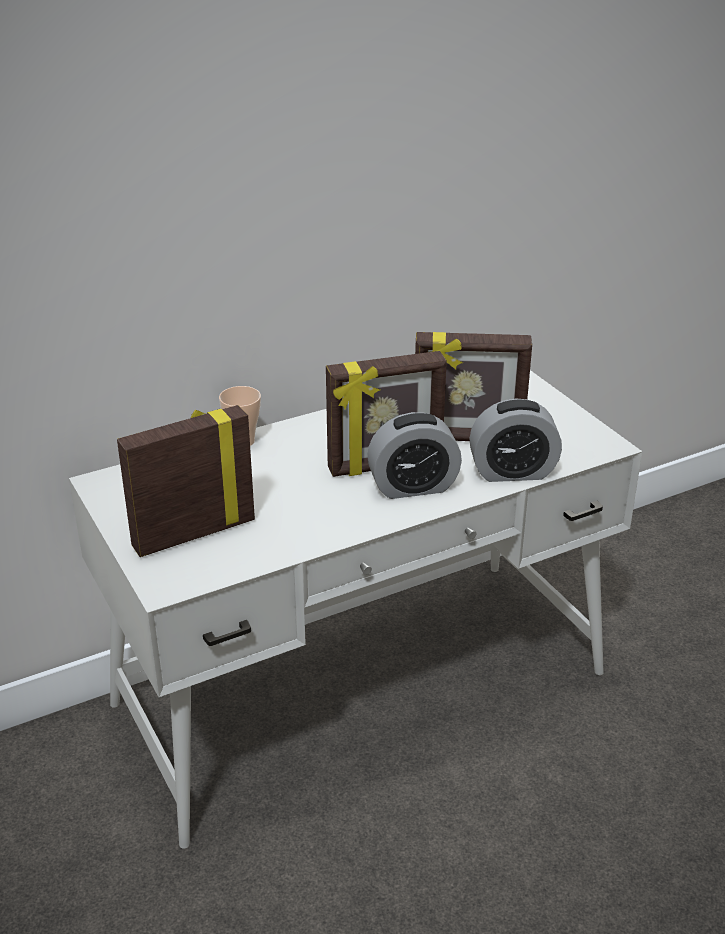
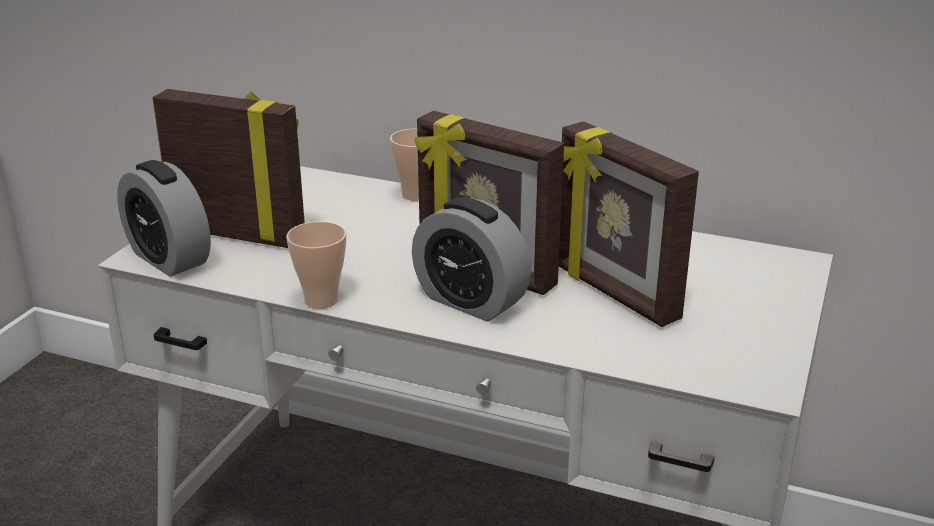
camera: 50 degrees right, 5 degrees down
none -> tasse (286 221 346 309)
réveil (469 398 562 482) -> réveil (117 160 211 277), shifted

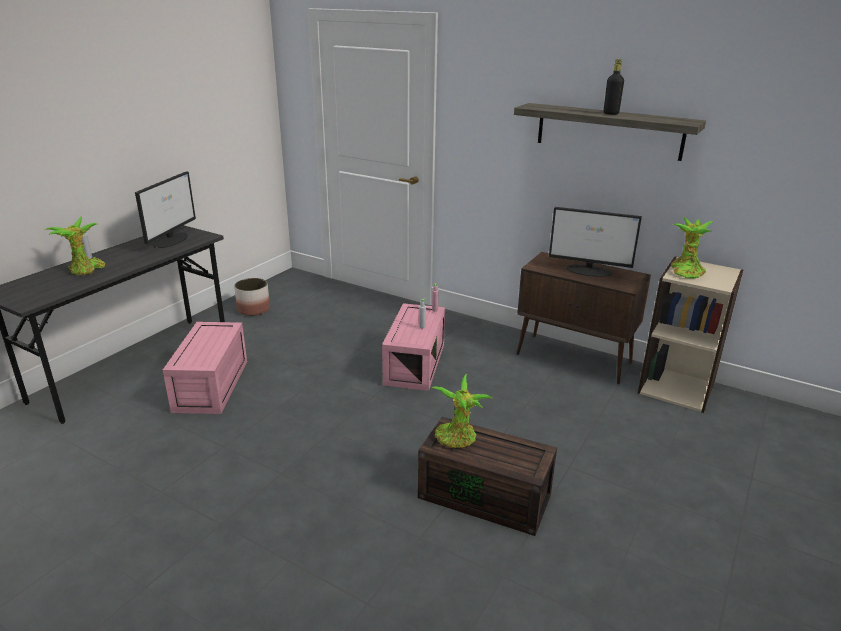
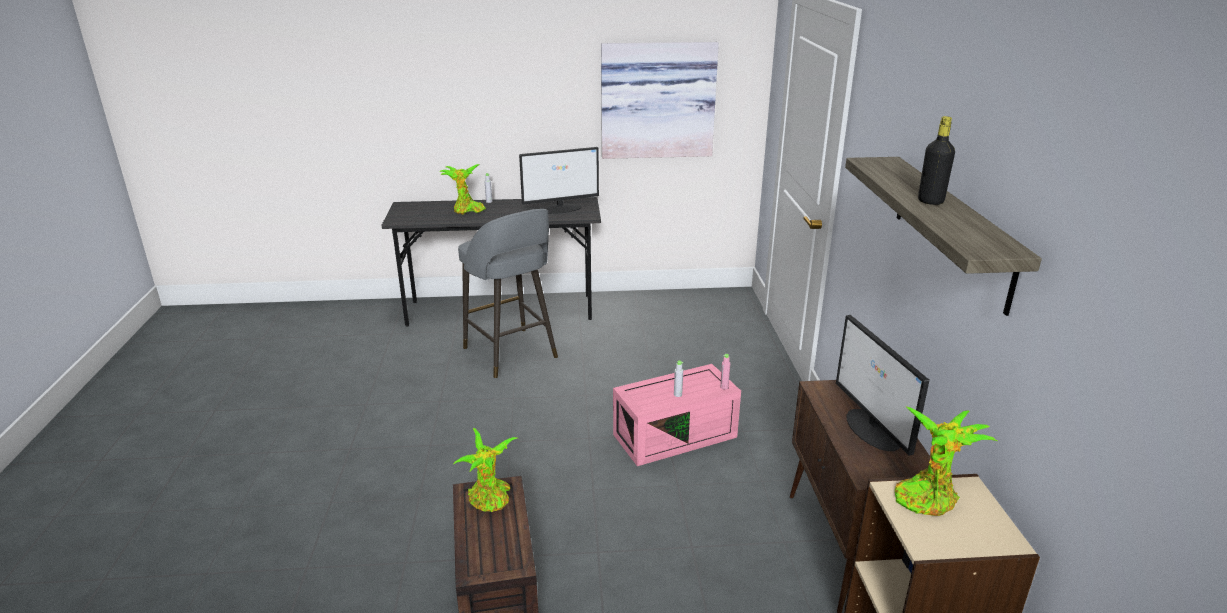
camera: 55 degrees right, 0 degrees up
cache-pot (234 278 270 316) -> none
none -> tableau (601 42 719 159)
boîte de rangement [rose] (163 322 247 414) -> tabouret [gris] (458 209 558 378)

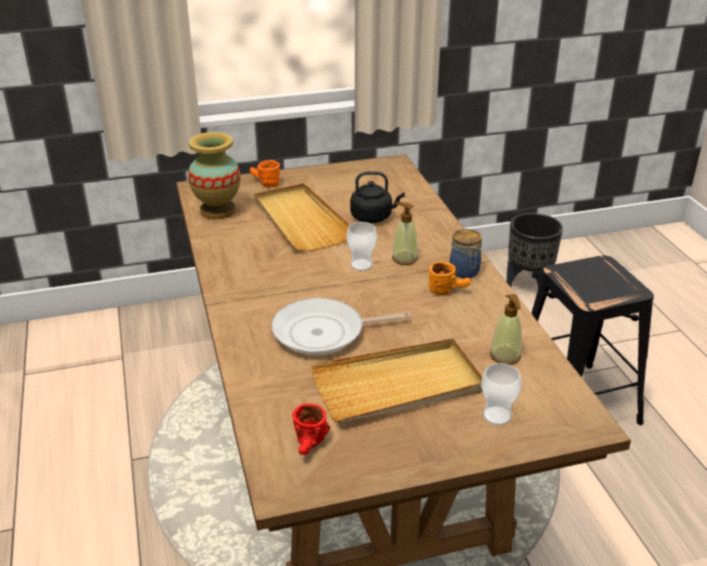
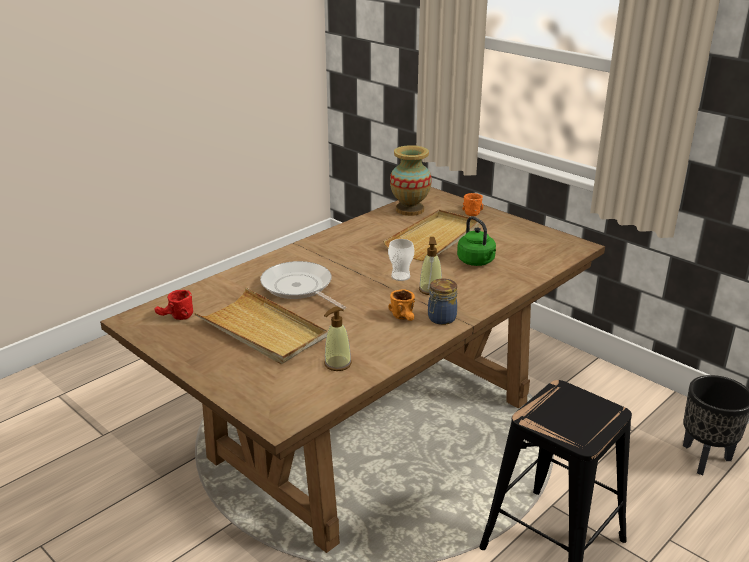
camera: 60 degrees right, 5 degrees down
tasse (481 363 521 425) -> none
bouilloire [noir] (350 171 405 223) -> bouilloire [vert] (457 216 496 266)

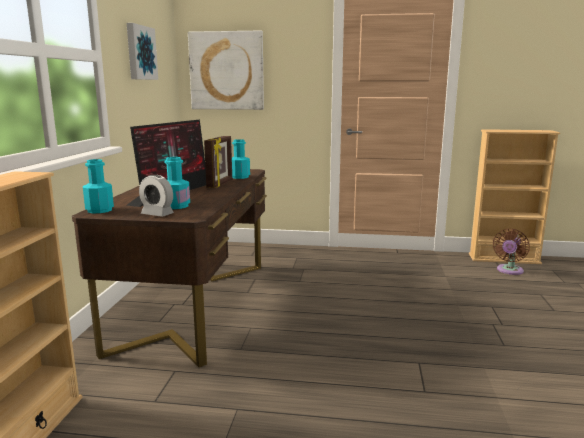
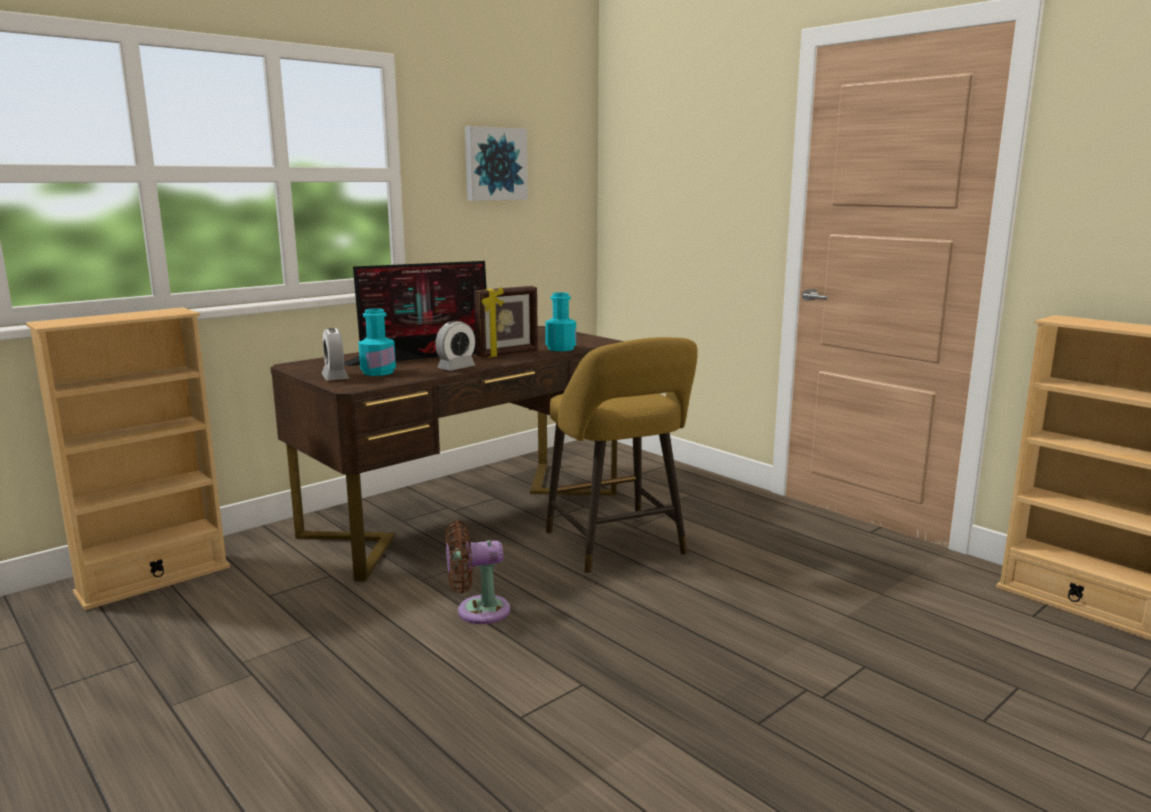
camera: 40 degrees right, 0 degrees up
bouteille [turquoise] (83 159 114 213) -> none
tableau (188 31 264 110) -> none
none -> réveil (435 321 475 371)
none -> tabouret [jaune] (546 337 698 574)
ventilateur [marron] (493 229 530 275) -> ventilateur [marron] (446 521 510 624), shifted

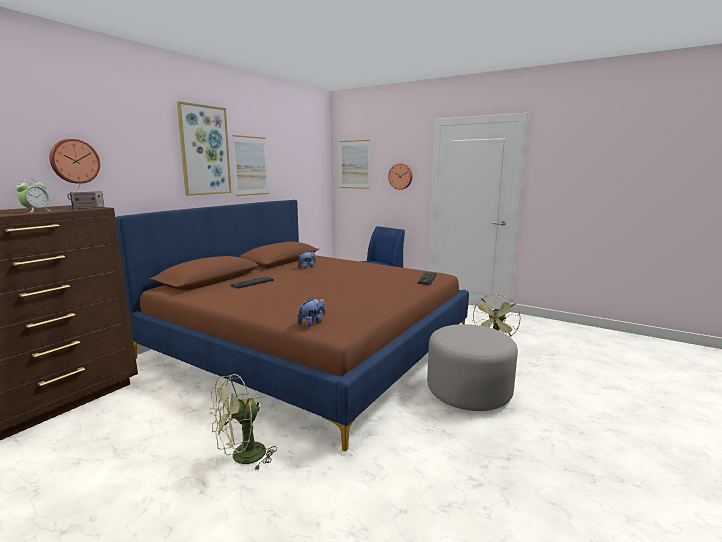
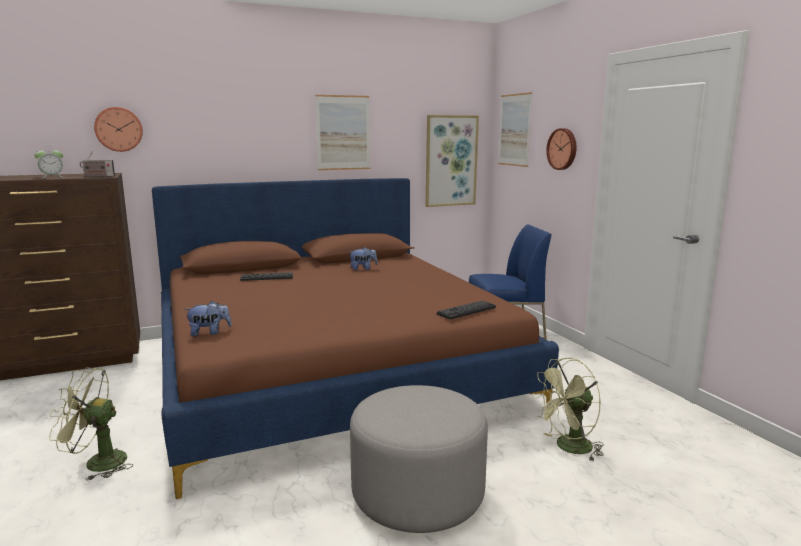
camera: 35 degrees right, 0 degrees up
tableau (177 101 232 196) -> tableau (426 115 479 207), shifted

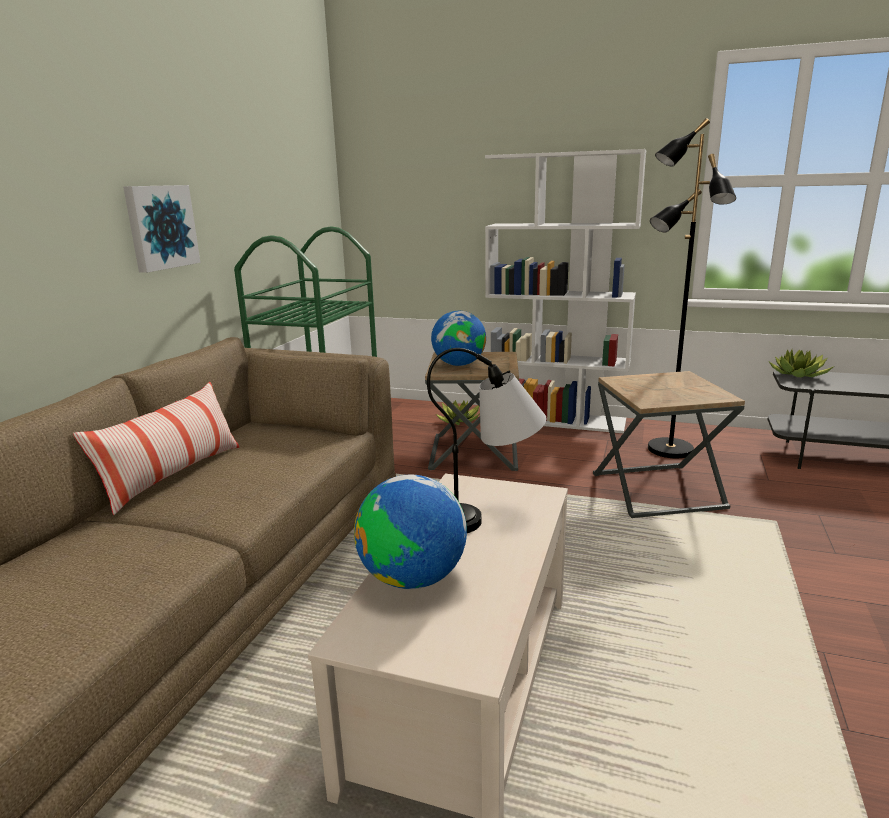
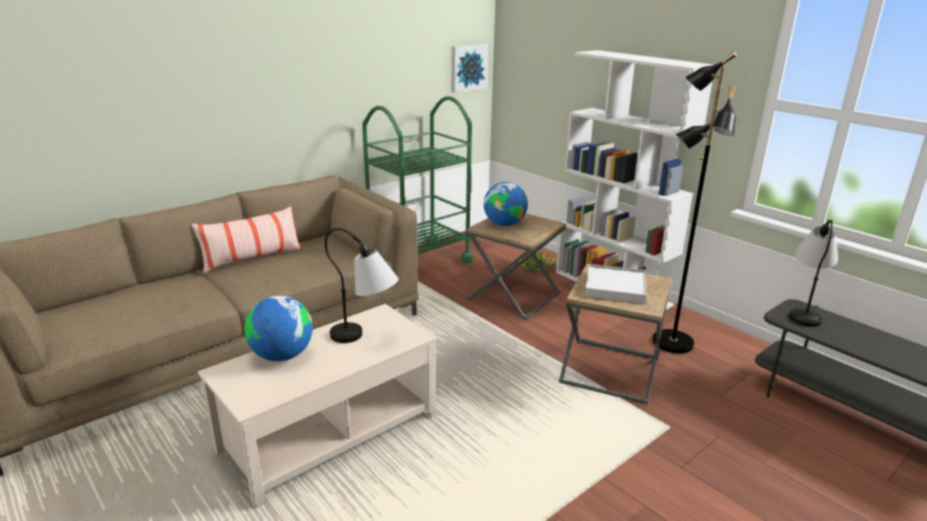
camera: 30 degrees right, 5 degrees up
none -> plateau [blanc] (585 264 646 303)
tableau (123 185 200 273) -> tableau (451 44 488 93), shifted
plante en pot (769 349 833 377) -> lampe de table (789 220 838 327)

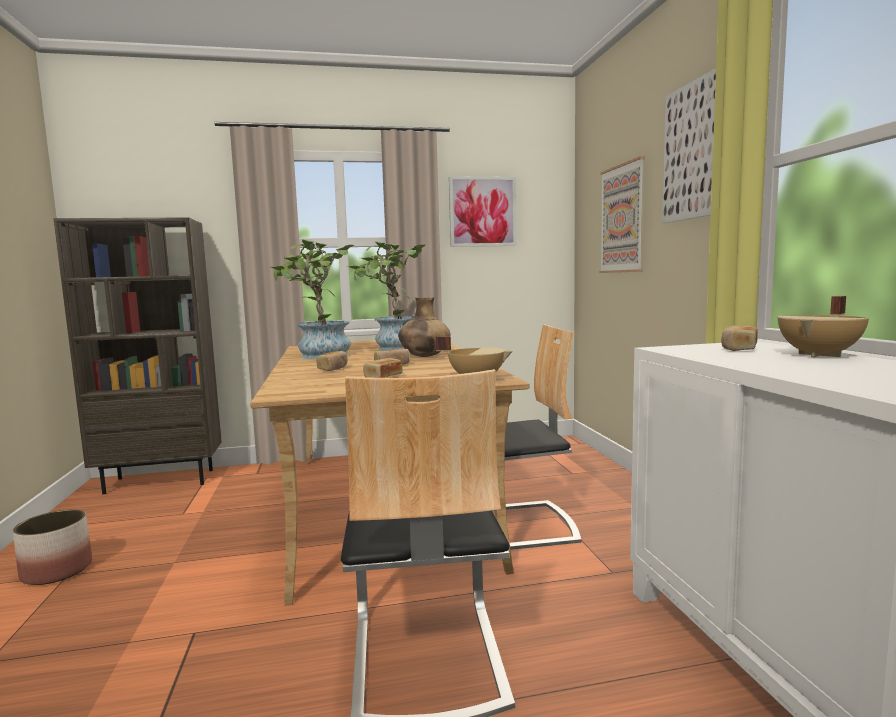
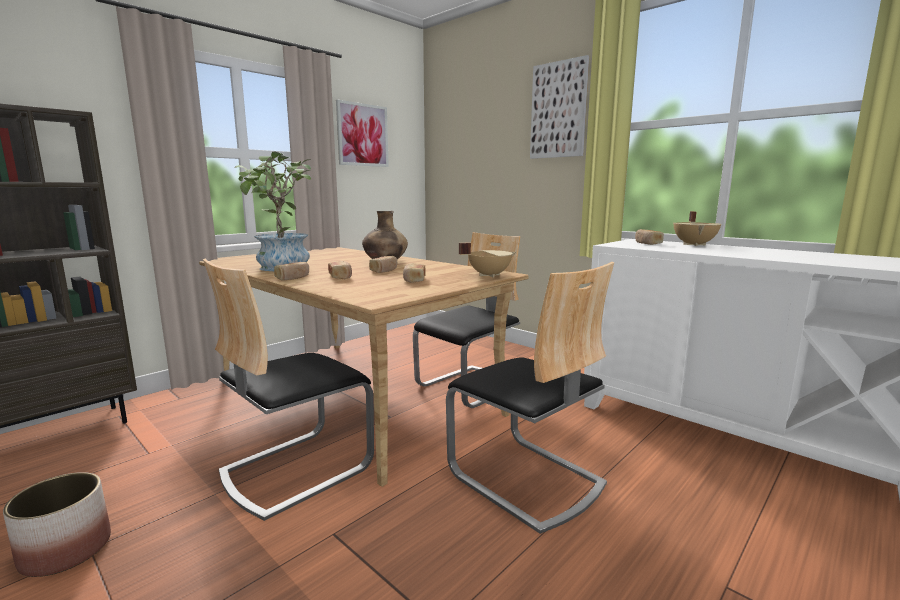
camera: 35 degrees left, 5 degrees up
plante en pot (346 241 425 351) -> none
tableau (599 156 645 273) -> none
none -> chaise (203 258 374 521)
none -> pain (274 262 309 281)

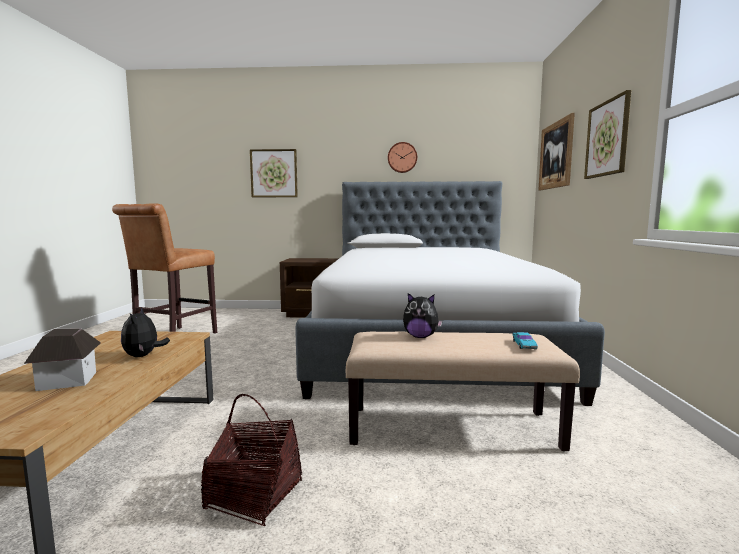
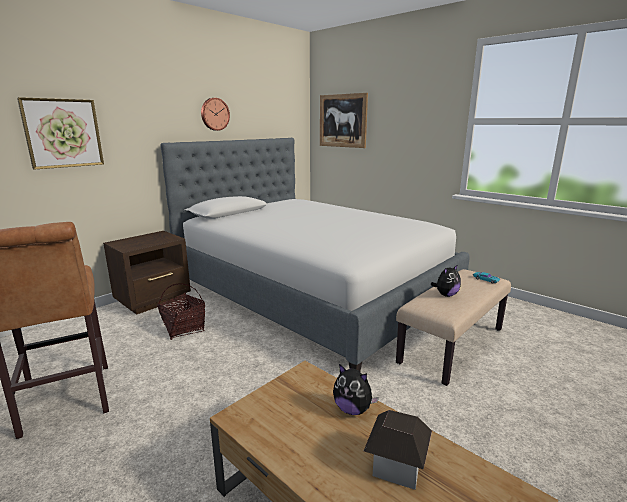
camera: 50 degrees left, 10 degrees up
tableau (584 90 631 179) -> none
panier (201 394 302 526) -> panier (157 283 205 340), shifted

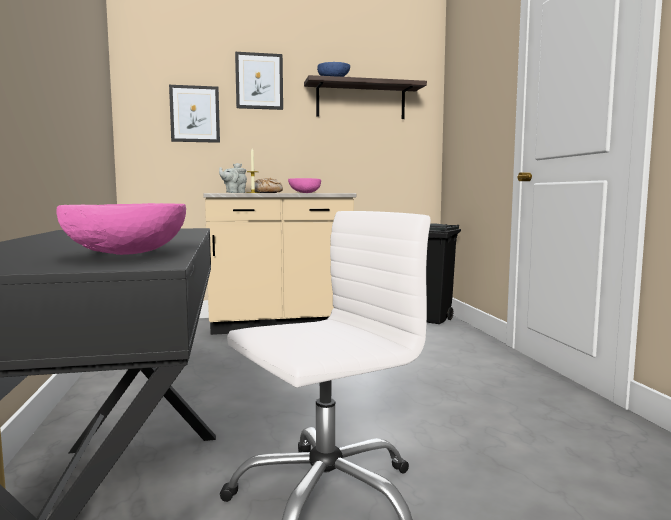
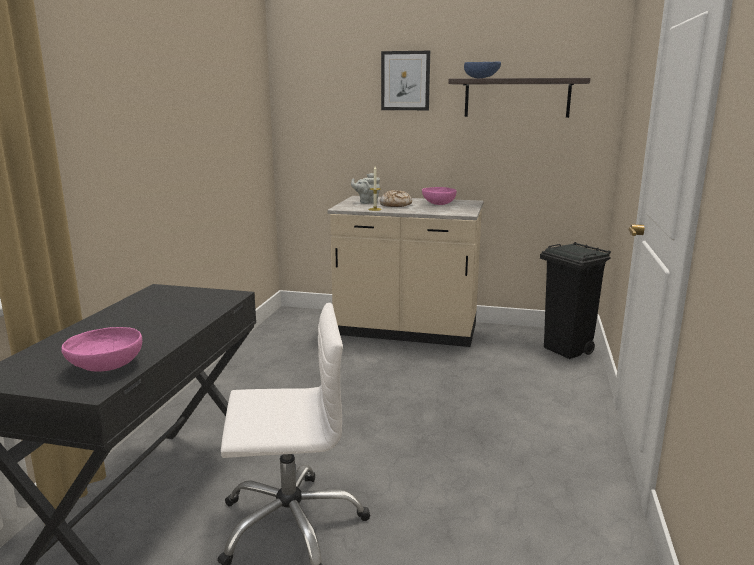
camera: 25 degrees right, 10 degrees up
tableau (169 85 220 143) -> none

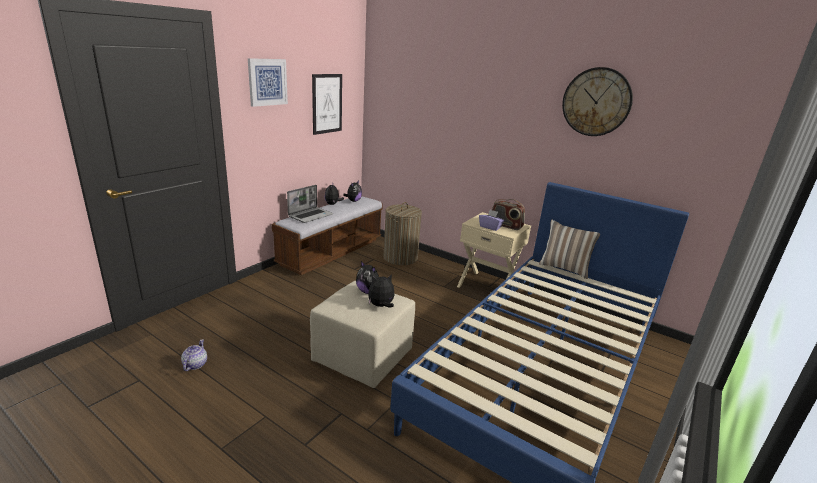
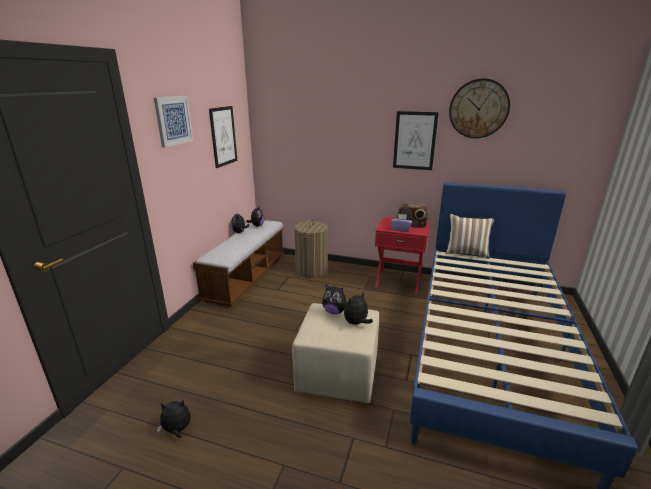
camera: 15 degrees left, 0 degrees up
ordinateur portable (287 185 333 223) -> none
none -> tableau (393 111 439 170)
théière (181 339 207 371) -> peluche (156 399 191 438)
table de chevet [beige] (457 212 531 288) -> table de chevet [rouge] (375 217 430 294)

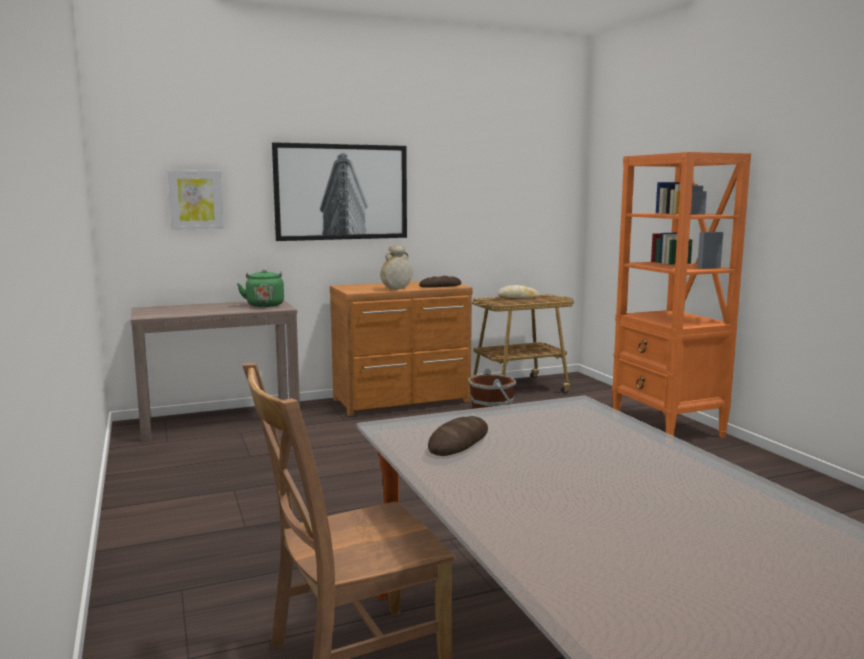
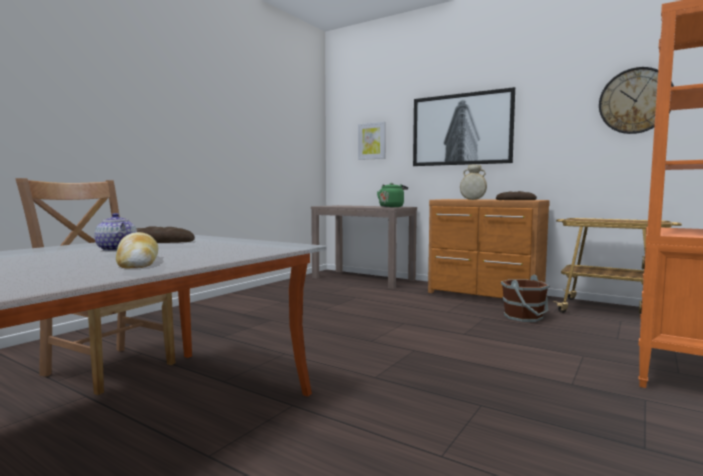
camera: 55 degrees right, 5 degrees down
none -> théière (94 213 137 251)
none -> horloge murale (599 67 674 134)
pain (498 285 539 299) -> pain (116 232 158 268), shifted

